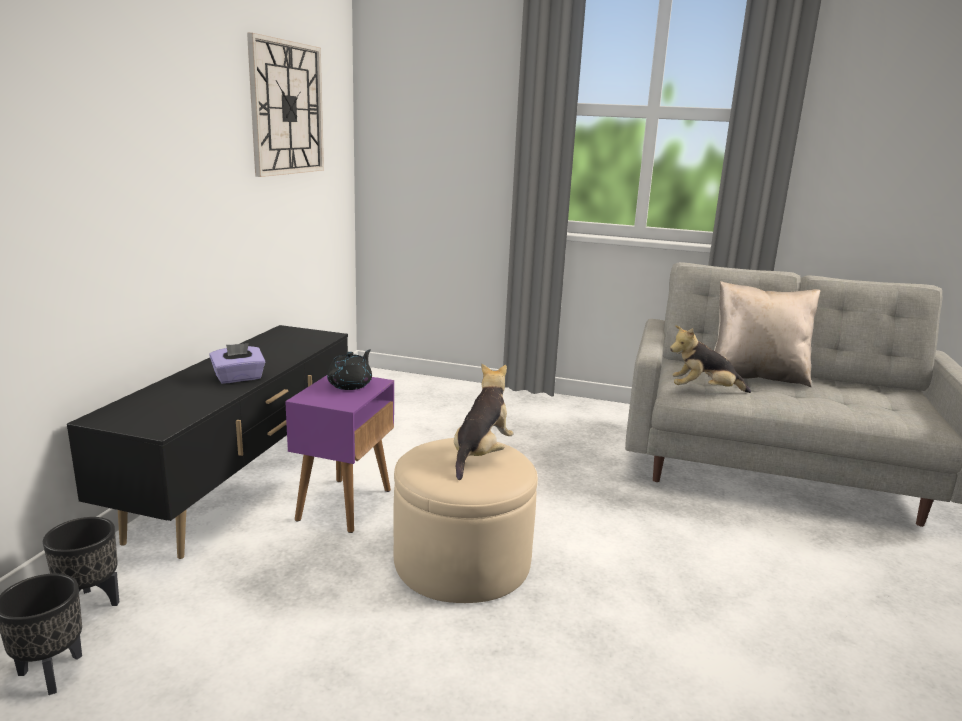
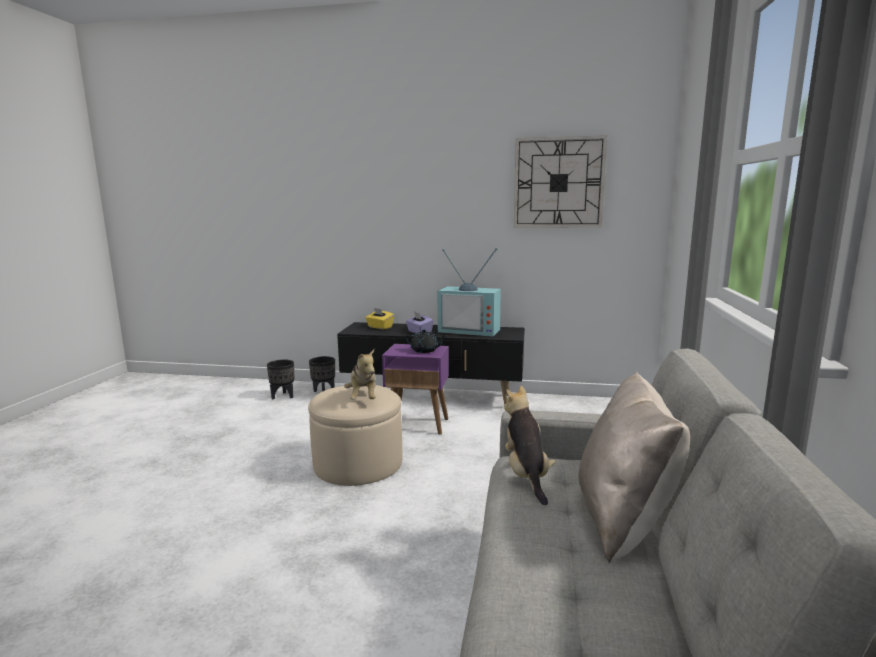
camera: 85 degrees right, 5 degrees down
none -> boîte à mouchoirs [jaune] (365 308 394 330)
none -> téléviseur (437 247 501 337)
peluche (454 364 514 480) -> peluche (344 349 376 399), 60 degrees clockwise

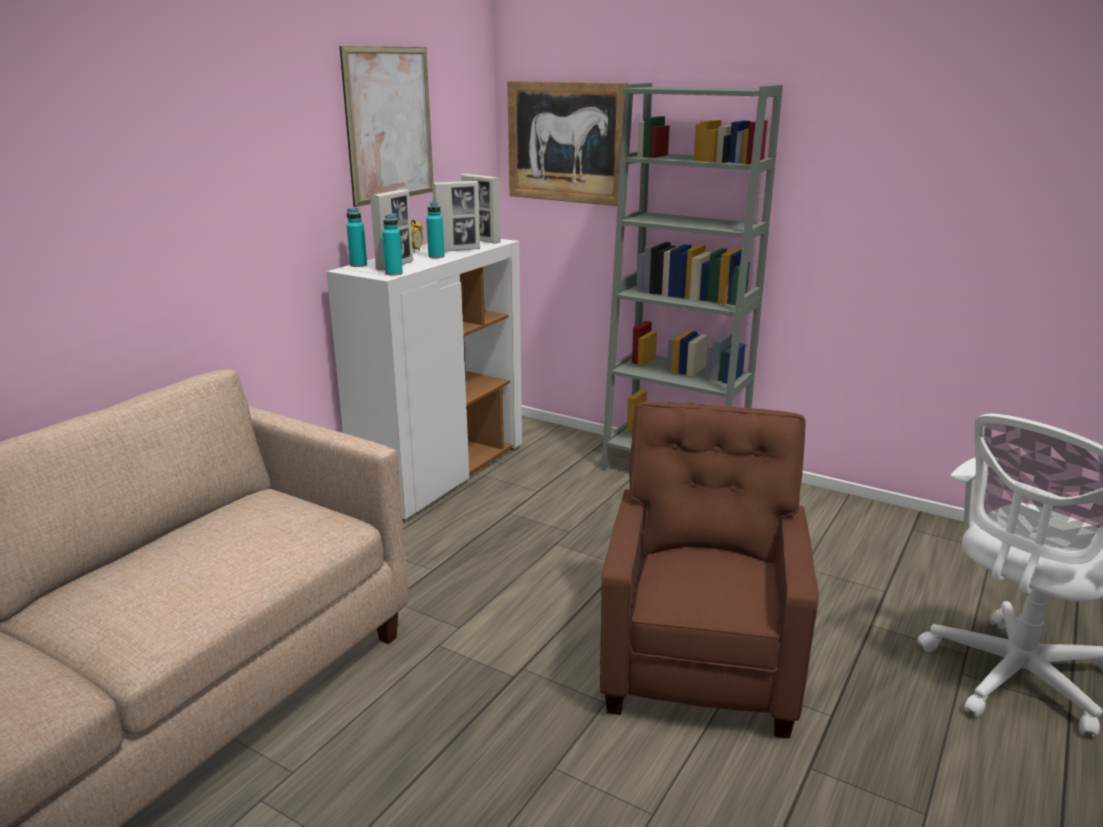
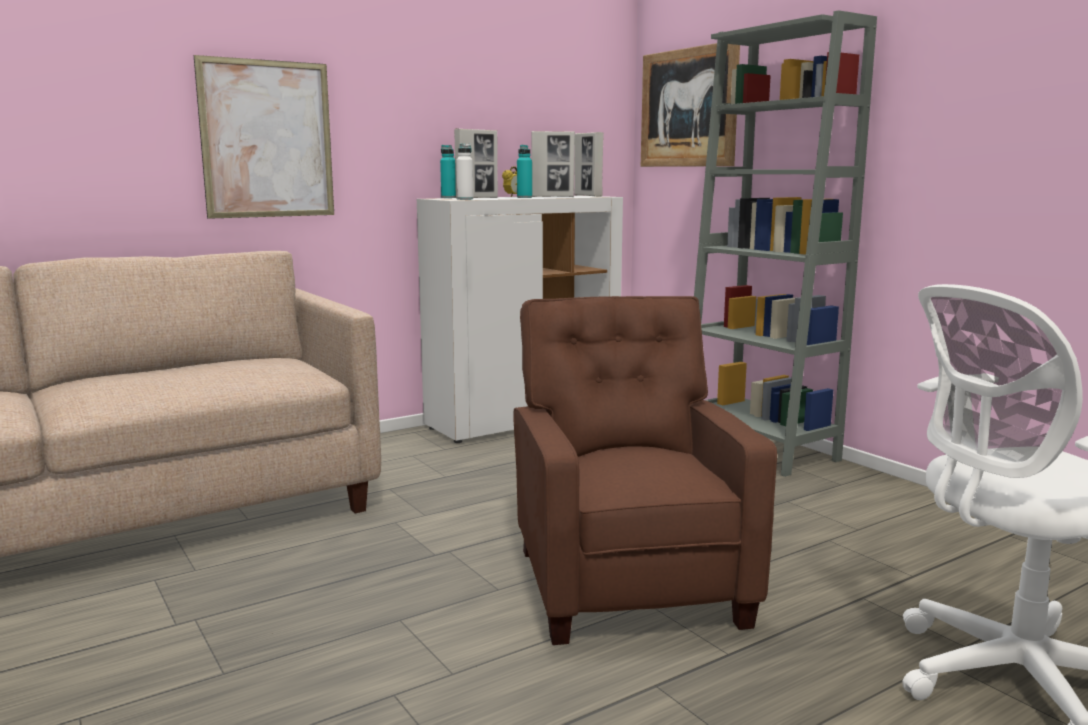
camera: 25 degrees right, 10 degrees down
tableau (340 46 433 207) -> tableau (194 55 334 219), shifted
bouteille [turquoise] (382 213 403 276) -> bouteille [blanc] (456 144 473 200)
fauteuil [marron] (600 401 819 739) -> fauteuil [marron] (513 296 777 645), 45 degrees counterclockwise

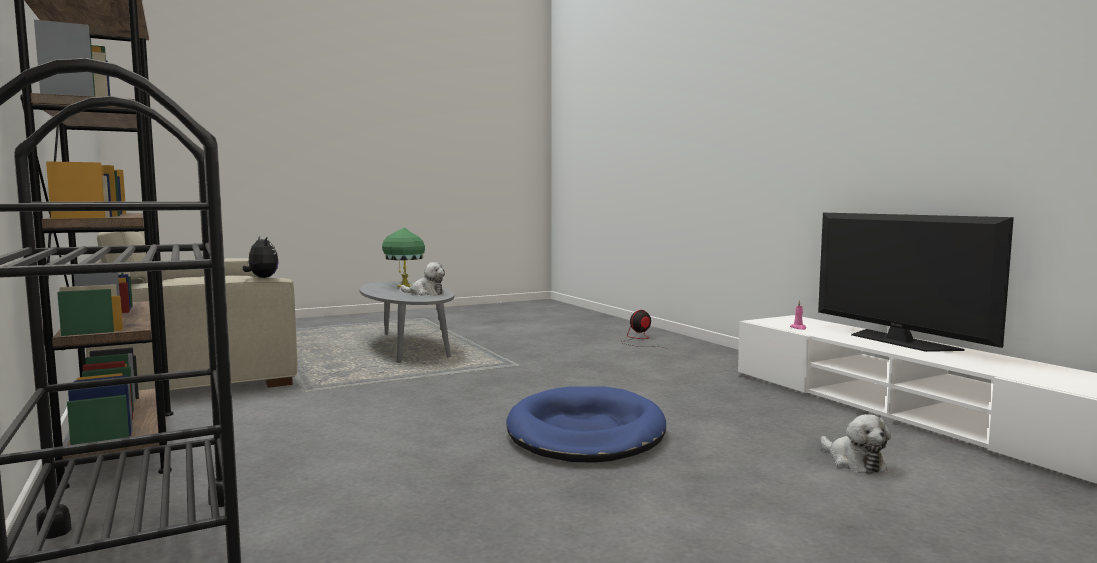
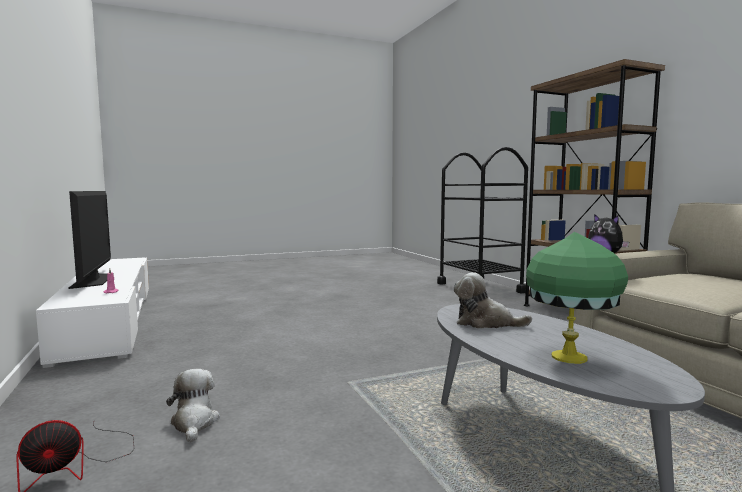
camera: 175 degrees left, 0 degrees up
panier pour chien [bleu] (506 386 666 463) -> none
peluche (820 414 891 474) -> peluche (166 369 220 443), shifted

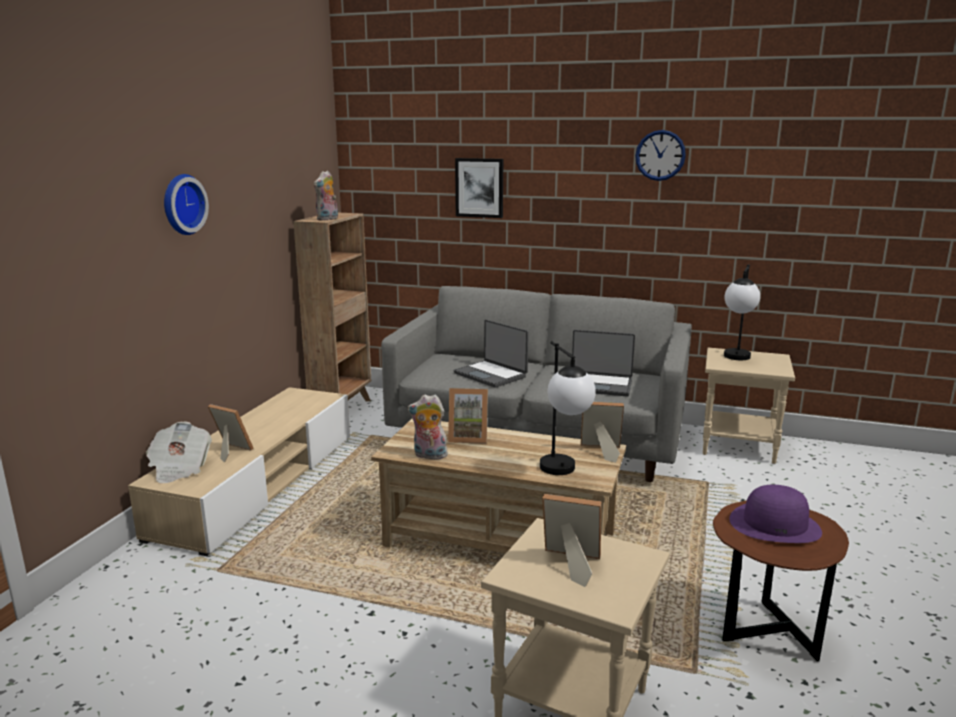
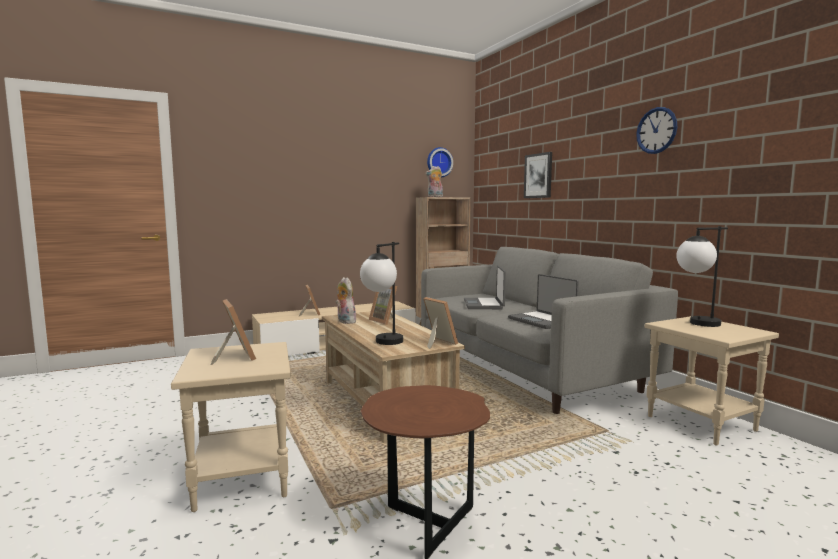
camera: 45 degrees right, 10 degrees down
journal (146 421 212 484) -> none
chapeau [violet] (729 485 822 543) -> none
horloge murale (164 174 209 235) -> horloge murale (427 147 453 177), shifted

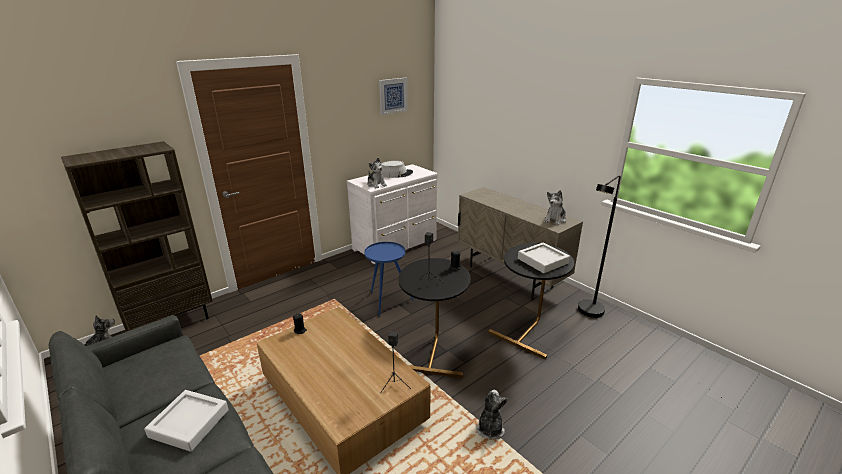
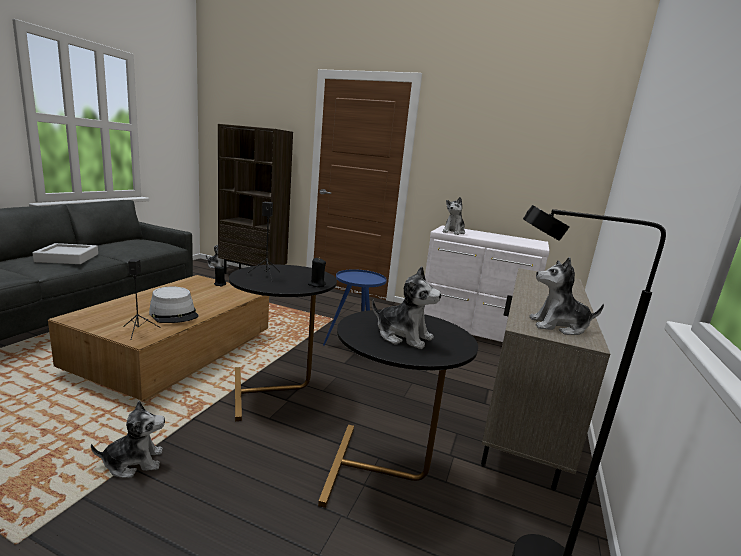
camera: 60 degrees right, 10 degrees down
tableau (379 78 408 115) -> none
chapeau [gris] (382 161 413 178) -> chapeau [gris] (149 287 199 323), shifted
plateau [gris] (518 243 570 273) -> peluche (372 266 441 349)

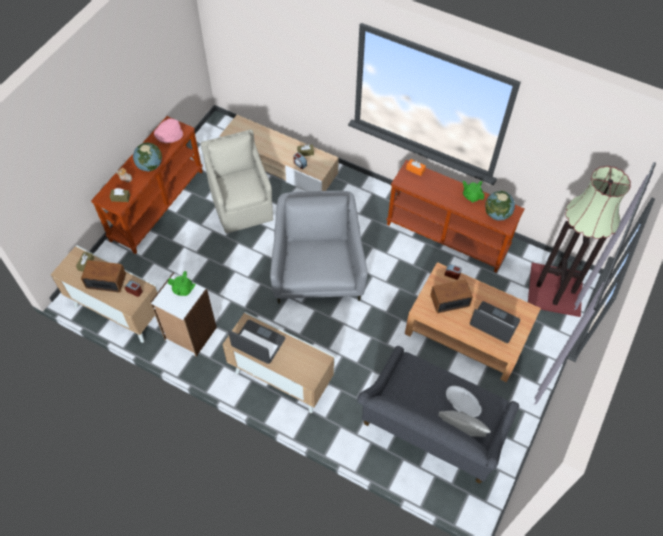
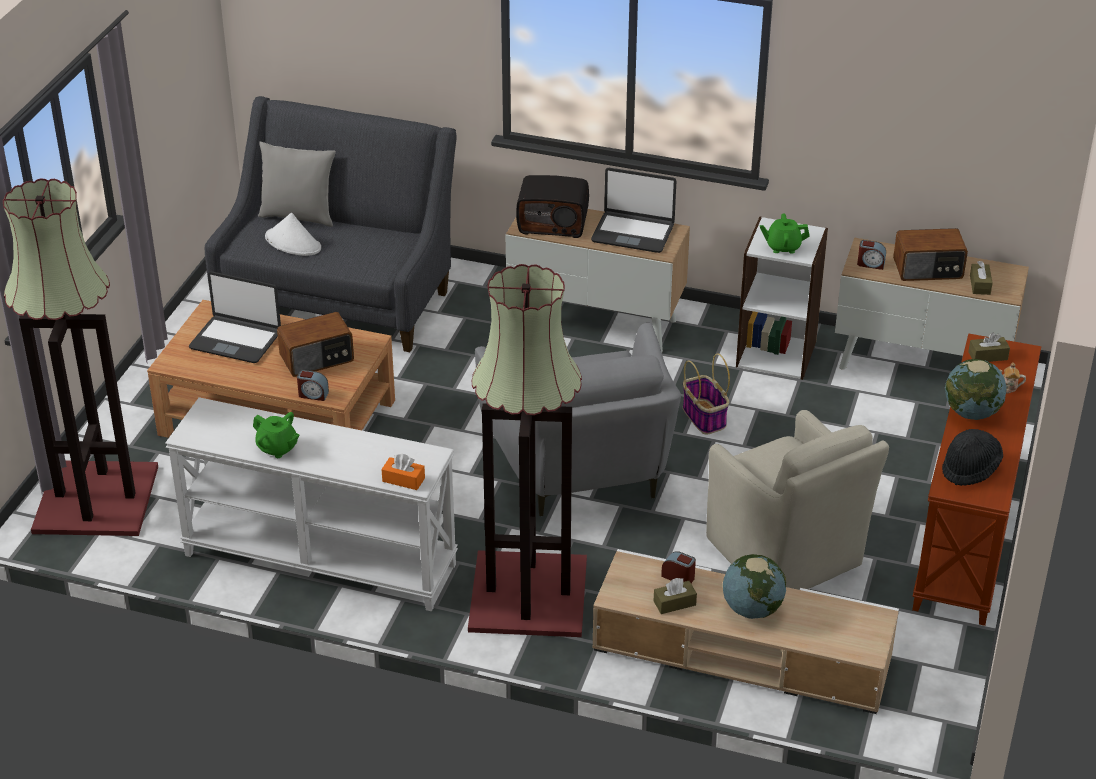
camera: 170 degrees right, 20 degrees down
none -> lampadaire (468 264 587 637)
none -> radio (516 175 589 238)
none -> panier (683 353 730 434)
globe (485 191 515 221) -> globe (723 554 786 619), shifted
chapeau [rose] (154 119 183 143) -> chapeau [noir] (942 429 1003 486)
table console [marron] (387 160 525 273) -> table console [blanc] (165 397 458 611)

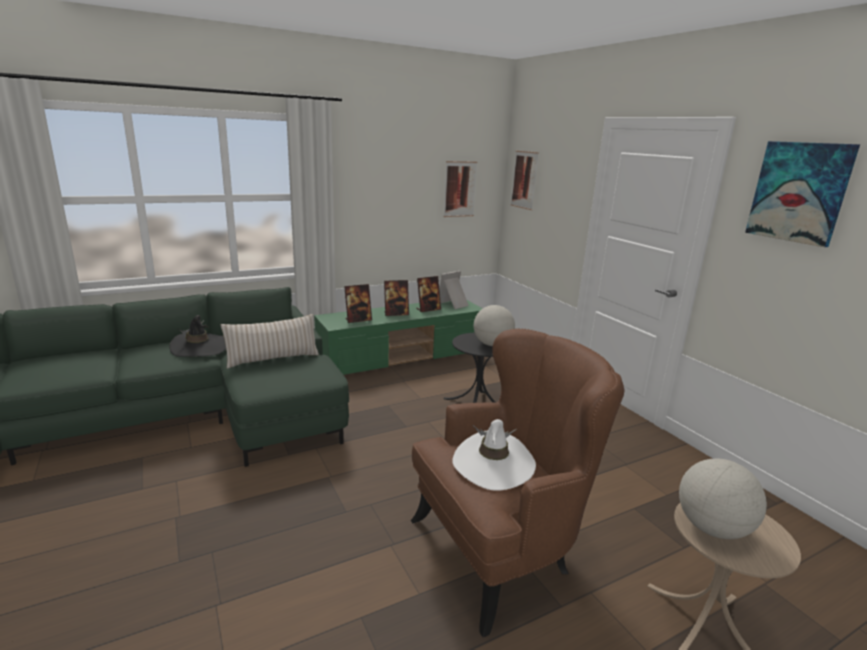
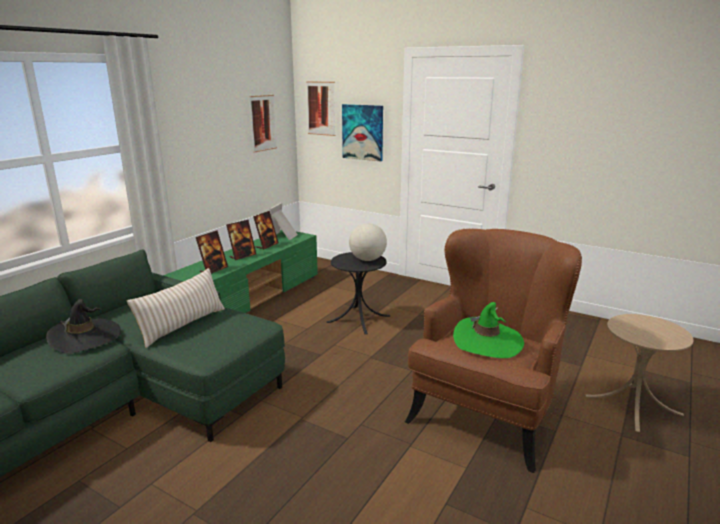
camera: 30 degrees left, 0 degrees up
globe (679 459 767 539) -> none
tableau (745 141 860 247) -> tableau (342 104 383 161), shifted
chapeau [blanc] (452 419 536 491) -> chapeau [vert] (453 302 524 358)

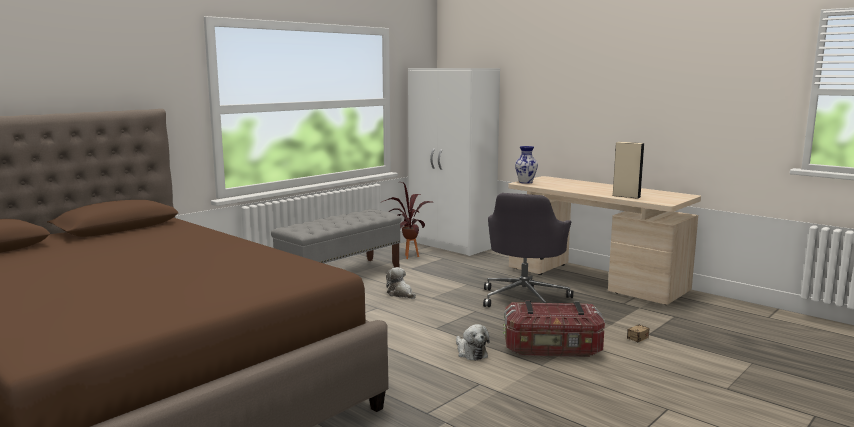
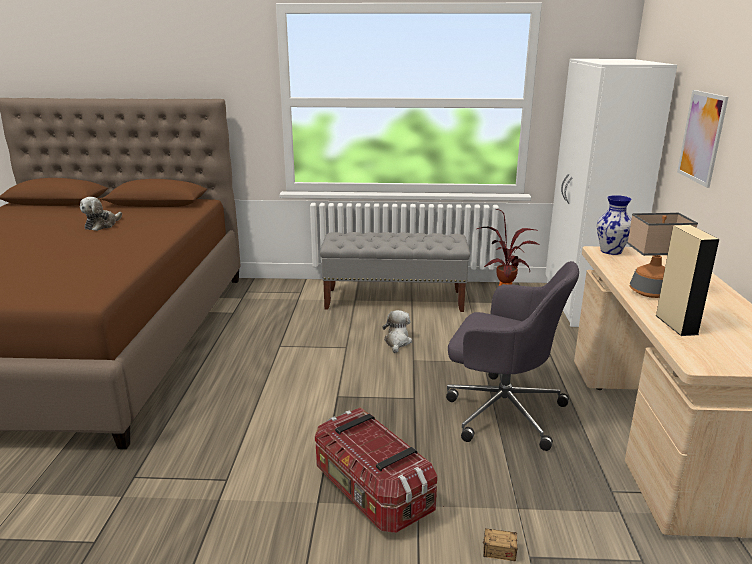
camera: 50 degrees right, 10 degrees up
none -> lampe de table (627 213 698 298)
none -> tableau (677 90 728 188)
peluche (456 324 490 361) -> peluche (80 197 122 231), shifted
chaise de bureau [gris] (483 193 574 307) -> chaise de bureau [gris] (446 261 579 451), 135 degrees counterclockwise

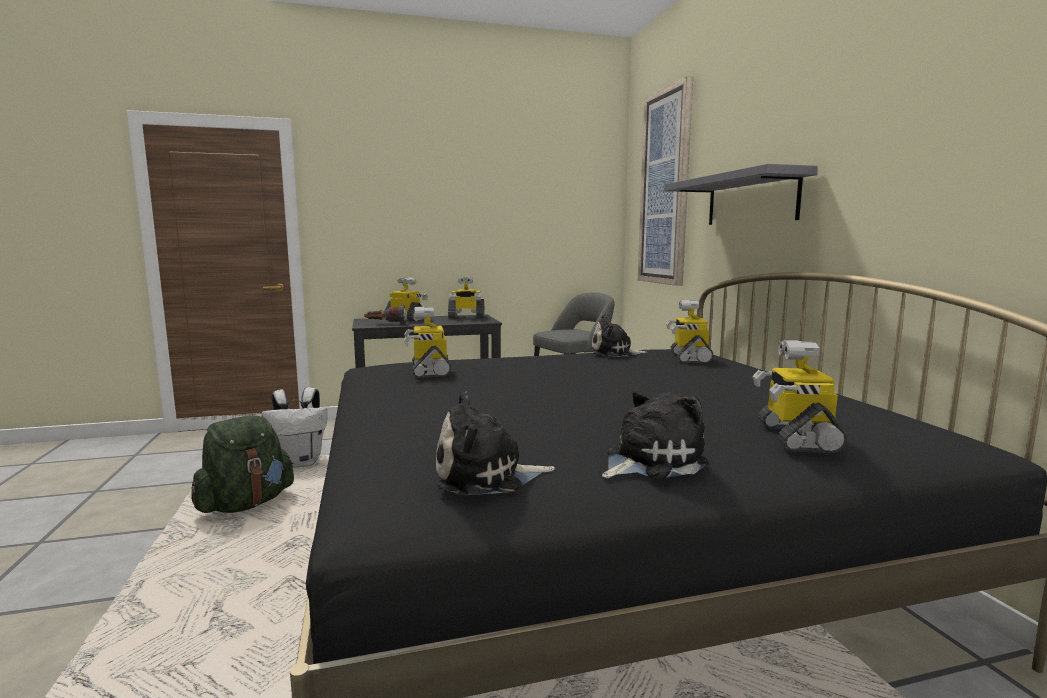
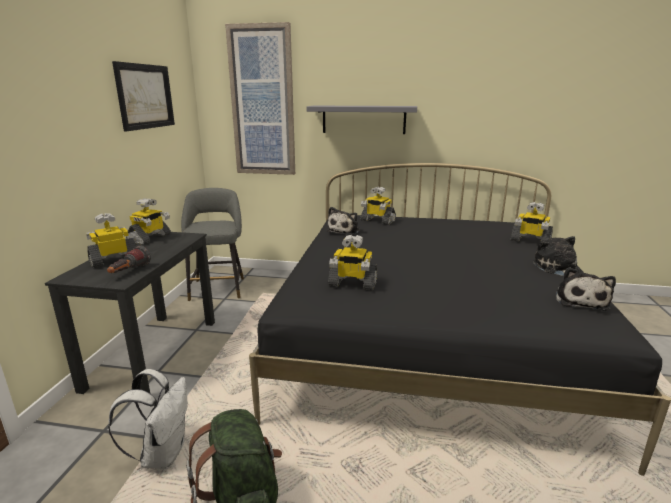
camera: 65 degrees left, 10 degrees up
none -> tableau (112 61 175 131)

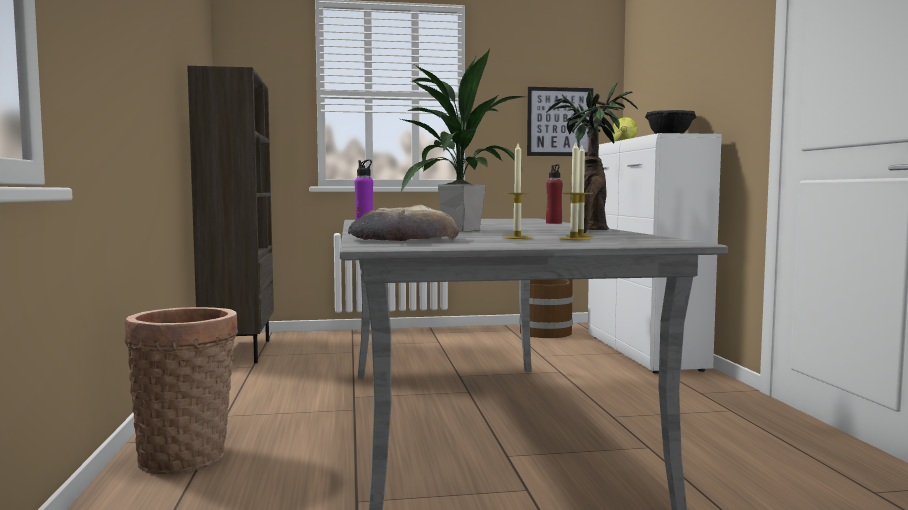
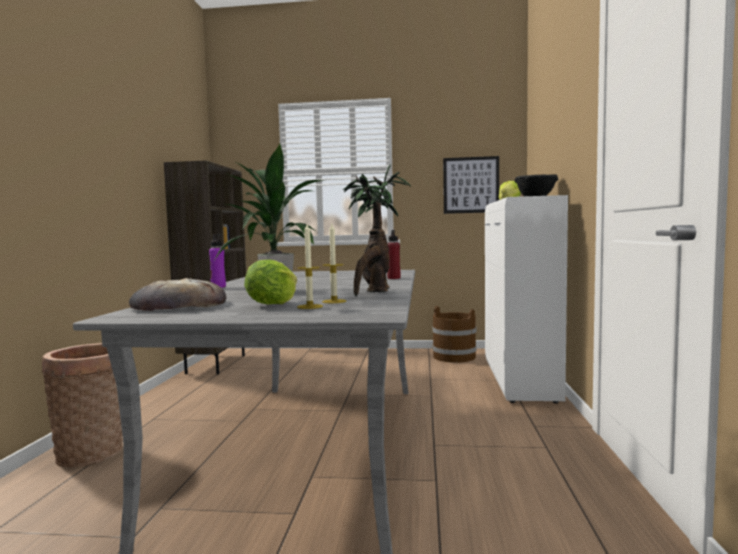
camera: 15 degrees right, 0 degrees up
bougie (503 143 532 239) -> laitue (244 260 297 304)

